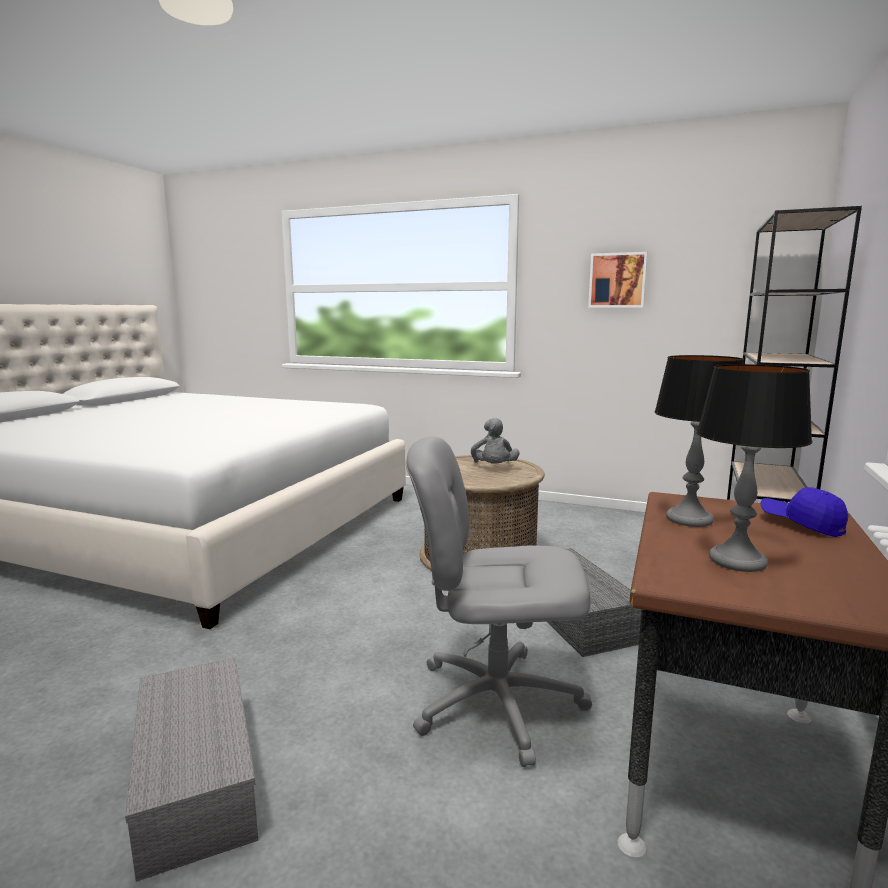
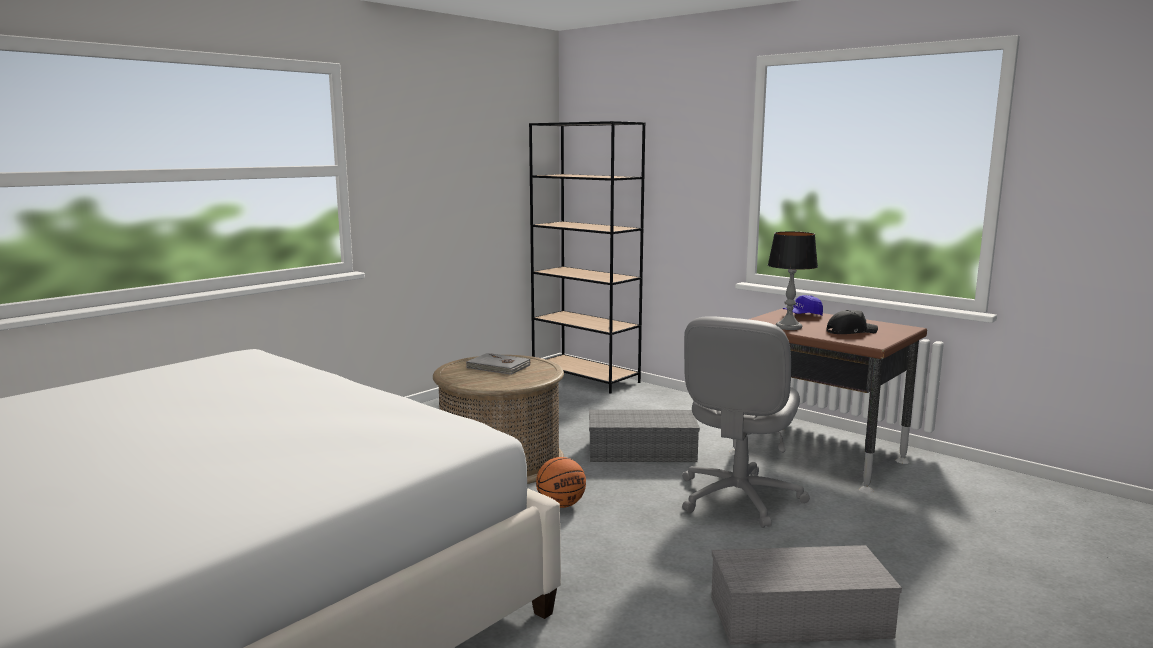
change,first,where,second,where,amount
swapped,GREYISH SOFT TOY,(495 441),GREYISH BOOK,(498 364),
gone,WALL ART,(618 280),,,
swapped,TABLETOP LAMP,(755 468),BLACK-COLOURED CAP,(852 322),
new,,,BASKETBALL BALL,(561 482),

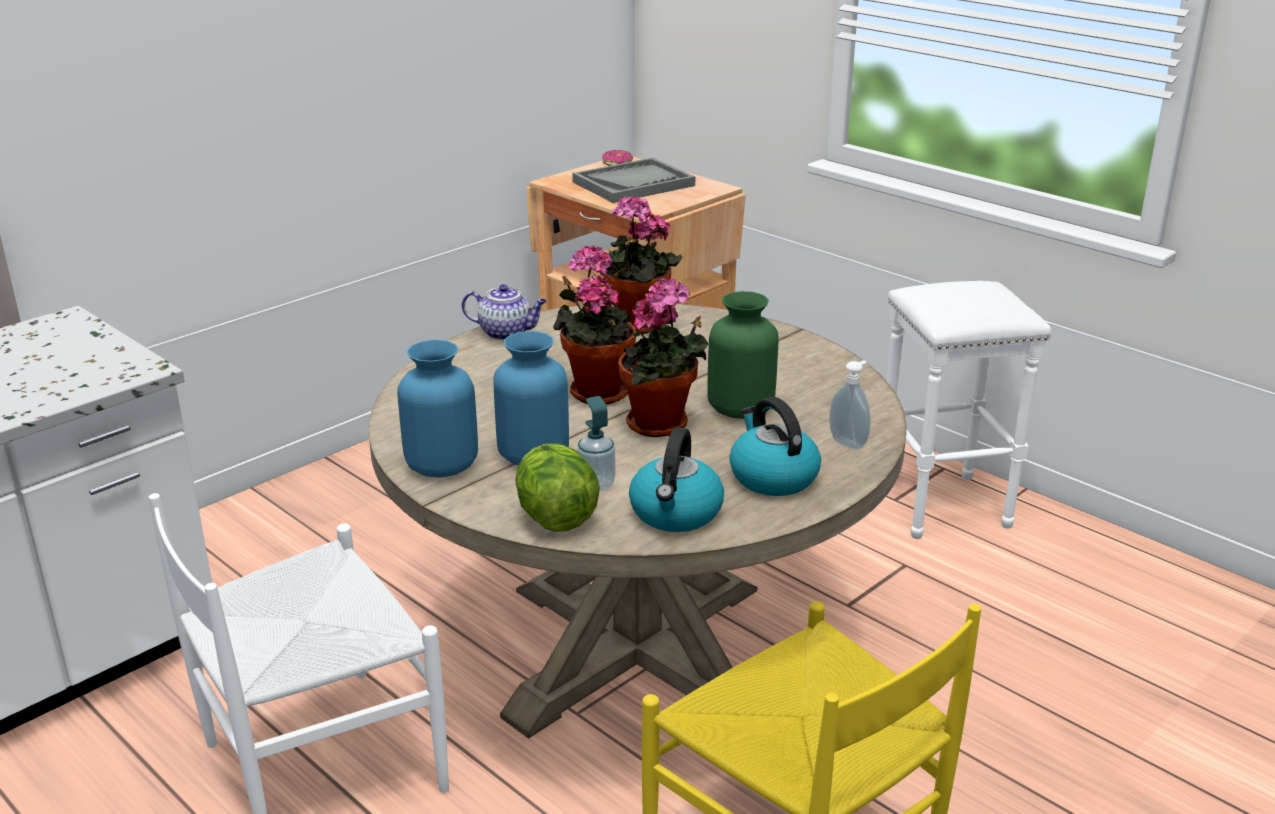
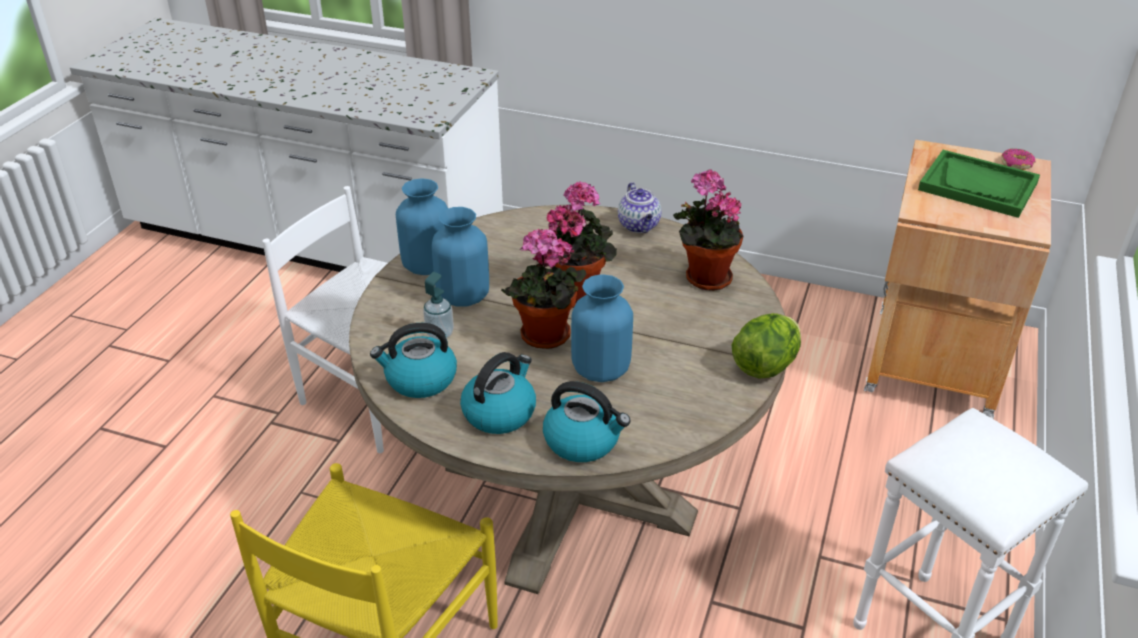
change,first,where,second,where,amount
shifted,LETTUCE HEAD,(558 488),,(766 346),
repainted,GREYISH TRAY,(633 180),GREEN TRAY,(979 184),
repainted,GREEN VASE,(743 355),BLUE-COLOURED VASE,(602 328),
swapped,SOAP DISPENSER,(849 404),WATER KETTLE,(587 421),

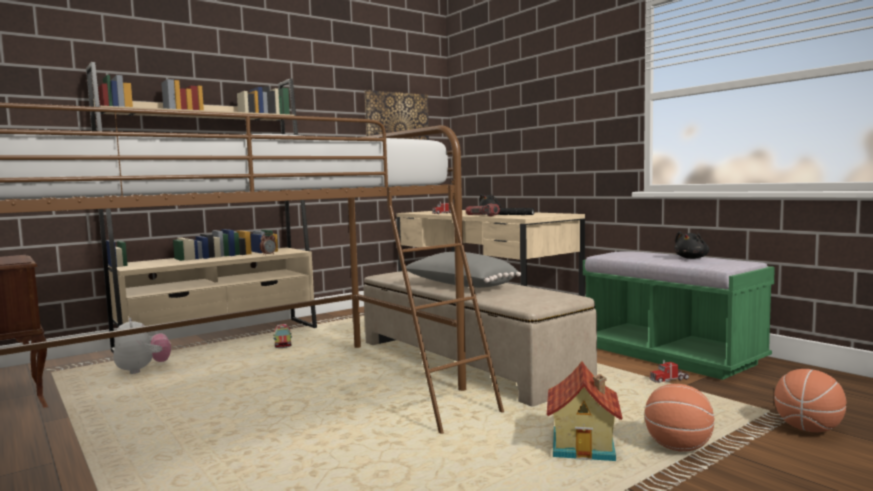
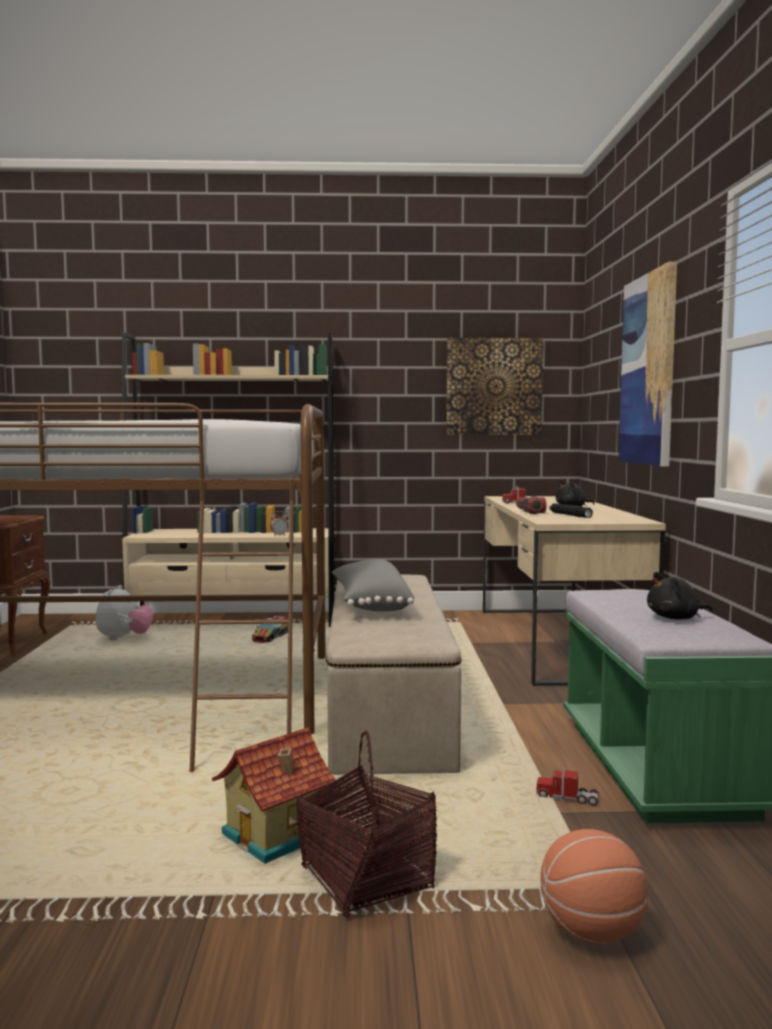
change,first,where,second,where,amount
swapped,BASKETBALL BALL,(679 418),HOUSEHOLD BASKET,(367 823),
new,,,WALL ART,(648 363),

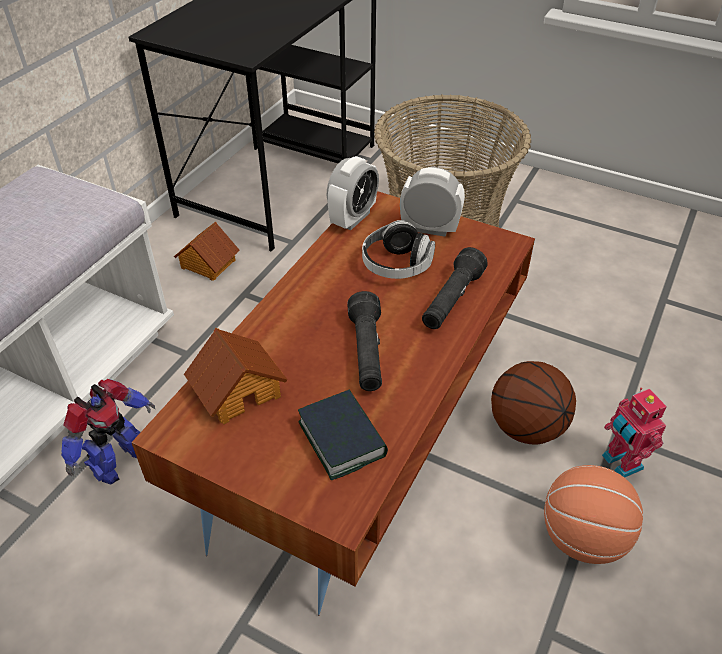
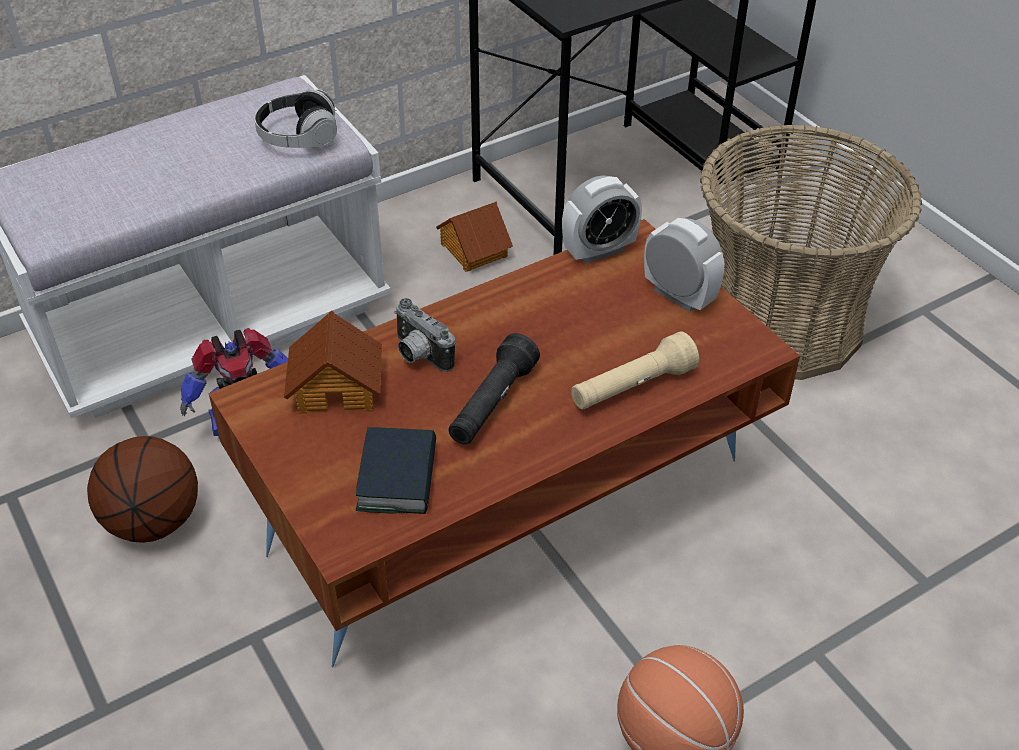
change,first,where,second,where,amount
shifted,HEADPHONES,(398 249),,(295 118),
repainted,BLACK-COLOURED HAND TORCH,(455 288),SAND-COLOURED HAND TORCH,(635 370),
shifted,BASKETBALL BALL,(533 403),,(142 489),
gone,TOY ROBOT,(634 433),,,
new,,,STILL CAMERA,(424 335),

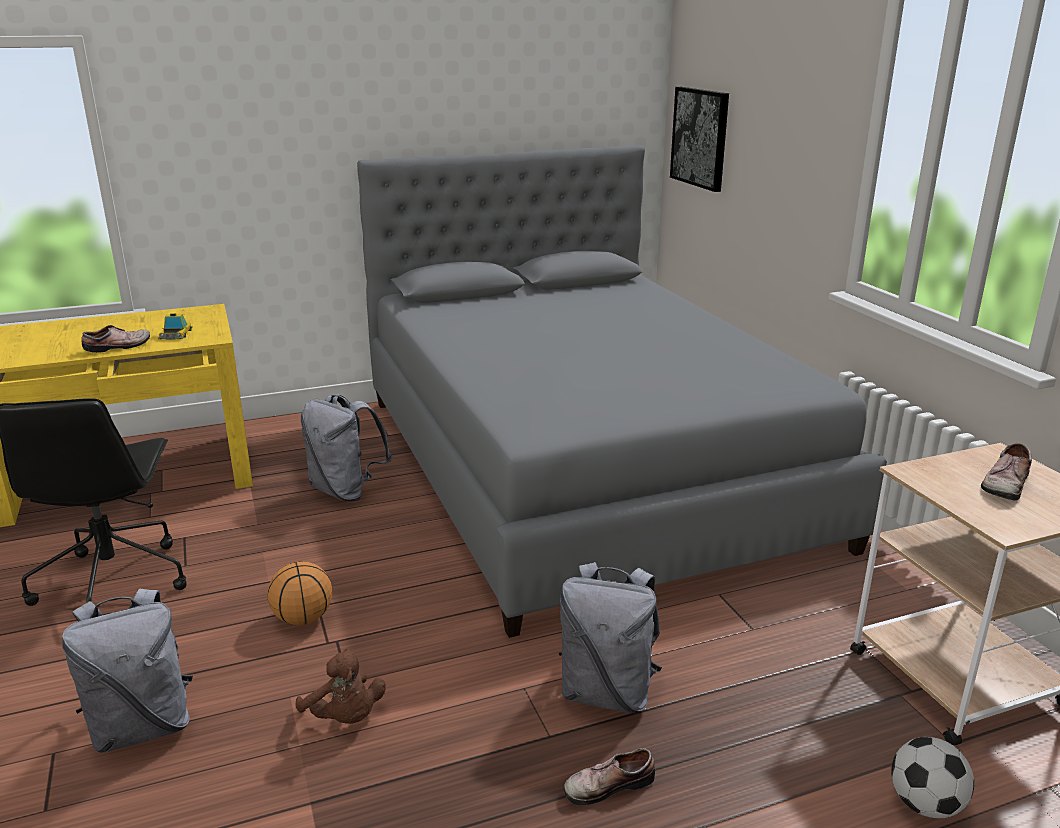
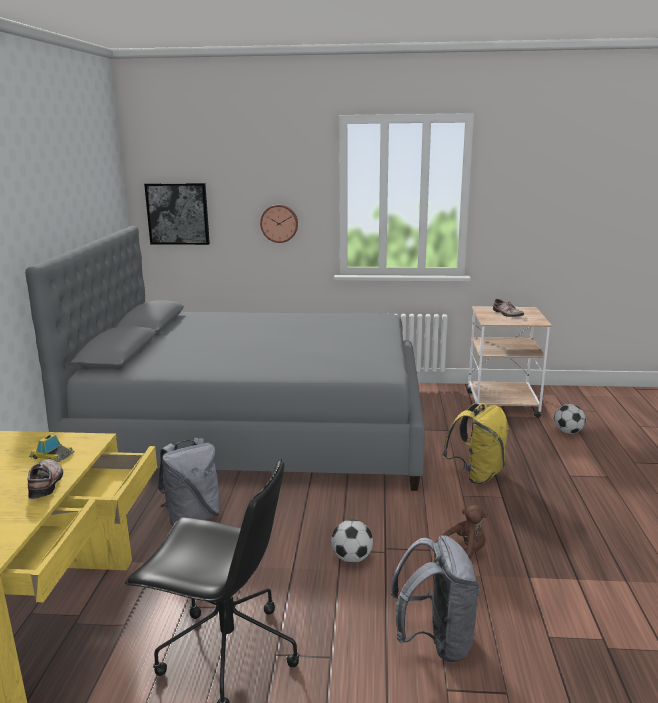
change,first,where,second,where,amount
swapped,BASKETBALL BALL,(300 593),BALL FOR FOOTBALL,(352 541),
repainted,GREYISH KNAPSACK,(610 637),YELLOW KNAPSACK,(475 443),
gone,SHOE,(609 777),,,
new,,,WALL CLOCK,(279 224),

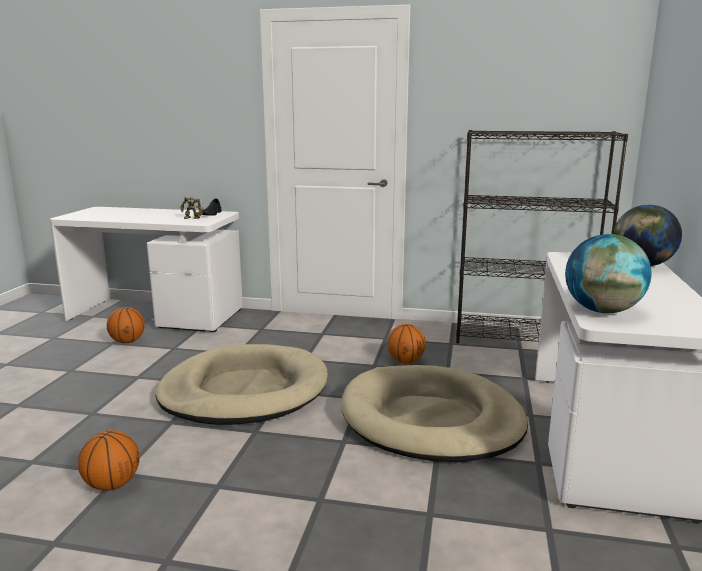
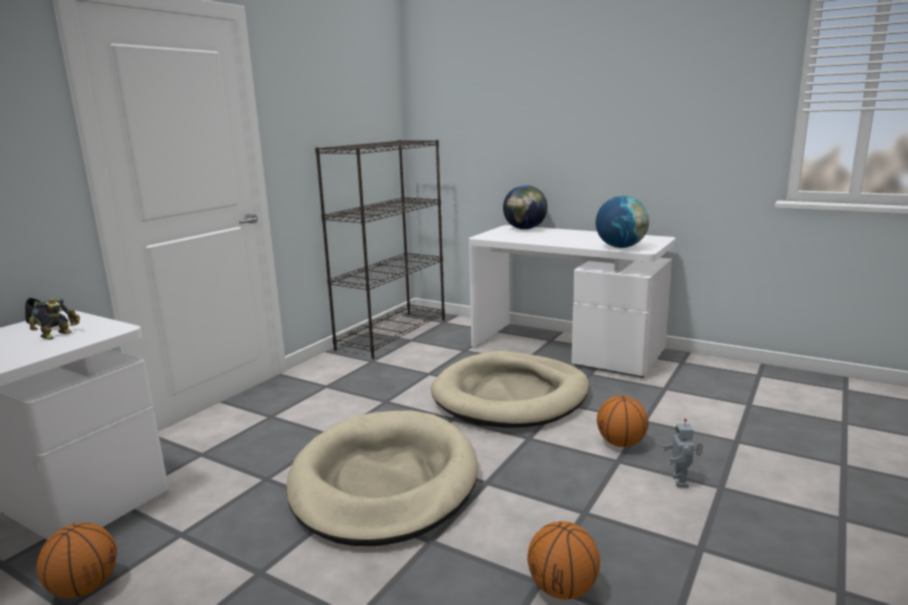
change,first,where,second,where,amount
shifted,BASKETBALL BALL,(406 344),,(622 421),
new,,,TOY ROBOT,(683 453),

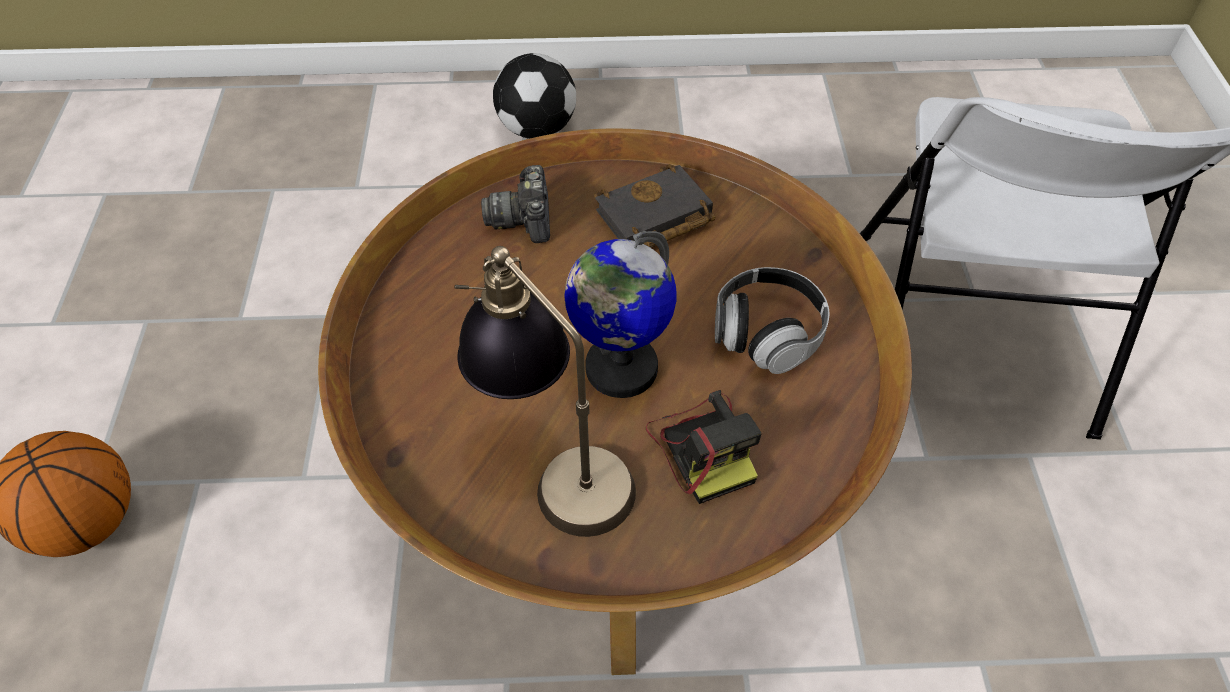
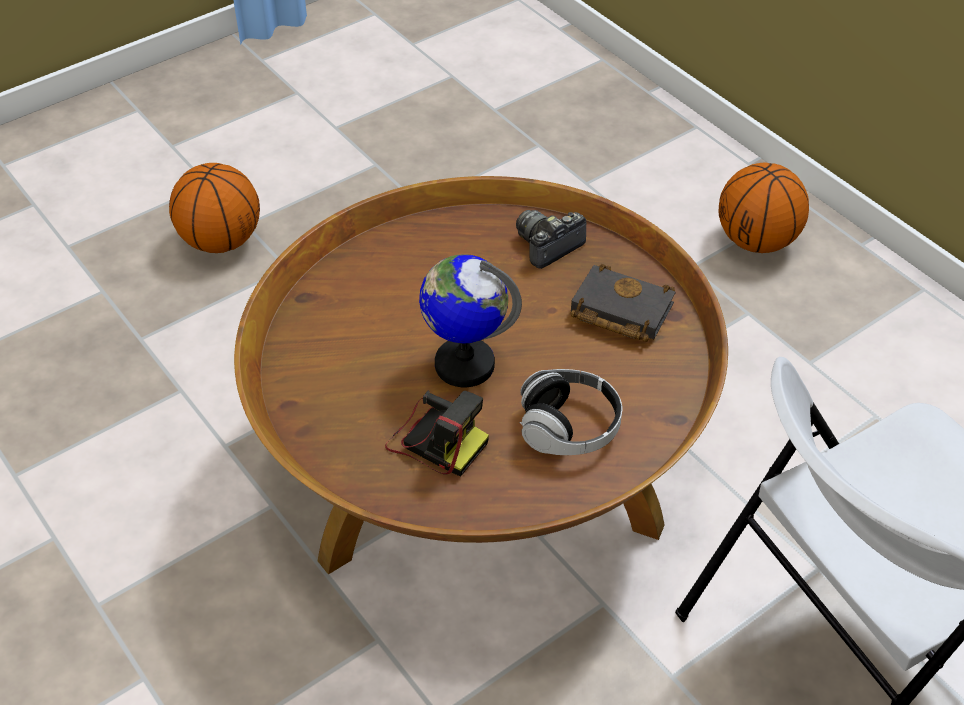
change,first,where,second,where,amount
gone,TABLETOP LAMP,(545 391),,,
swapped,BALL FOR FOOTBALL,(534 96),BASKETBALL BALL,(764 208),
rotated,STILL CAMERA,(704 447),,(437 433),90 degrees counterclockwise

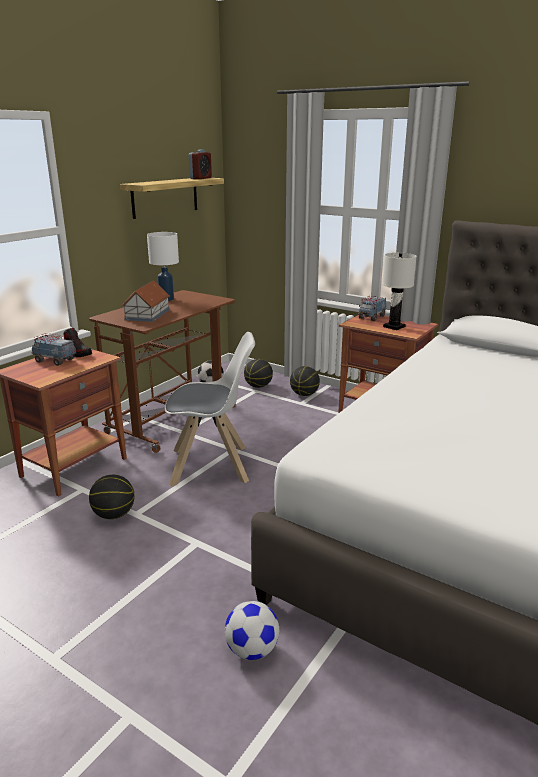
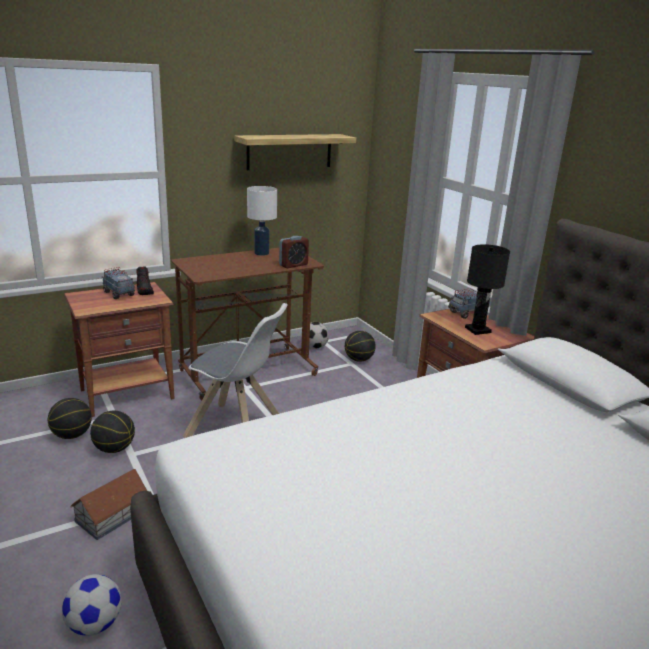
change,first,where,second,where,amount
shifted,MINIATURE HOUSE,(146 301),,(108 504),
shifted,TABLE CLOCK,(200 164),,(294 252),
shifted,BASKETBALL BALL,(305 381),,(70 418),
repainted,WHITE-COLOURED TABLETOP LAMP,(399 291),BLACK-COLOURED TABLETOP LAMP,(487 289),

